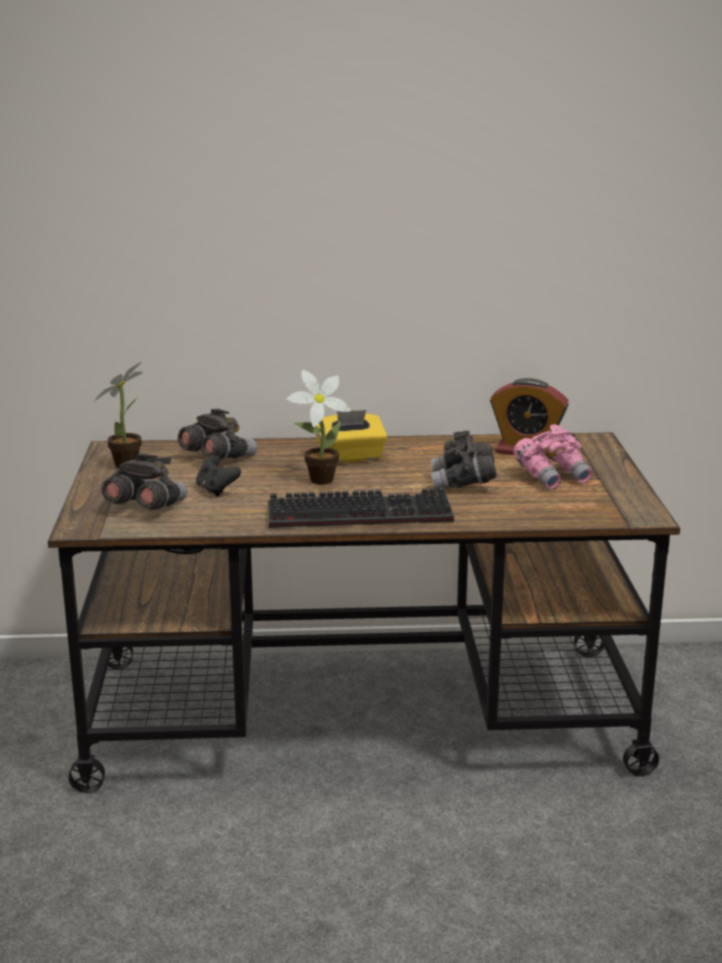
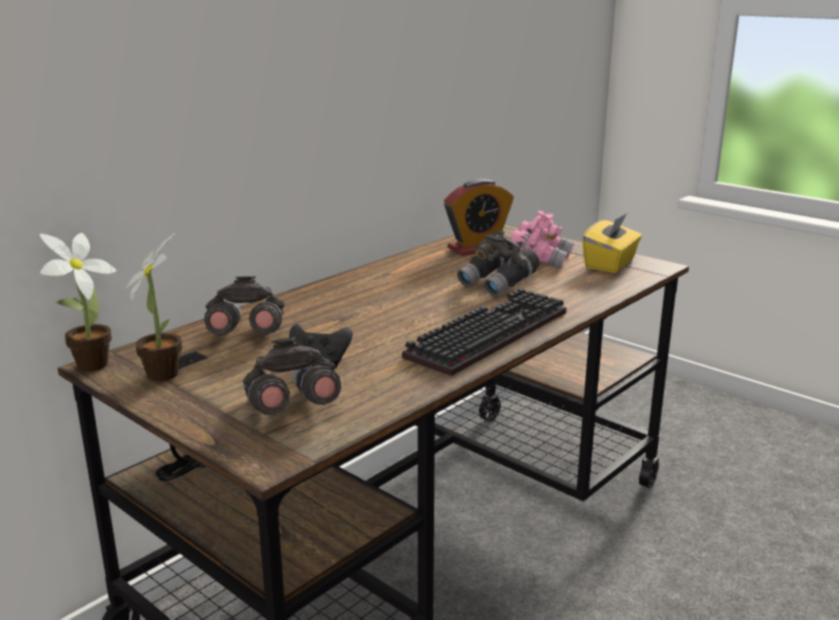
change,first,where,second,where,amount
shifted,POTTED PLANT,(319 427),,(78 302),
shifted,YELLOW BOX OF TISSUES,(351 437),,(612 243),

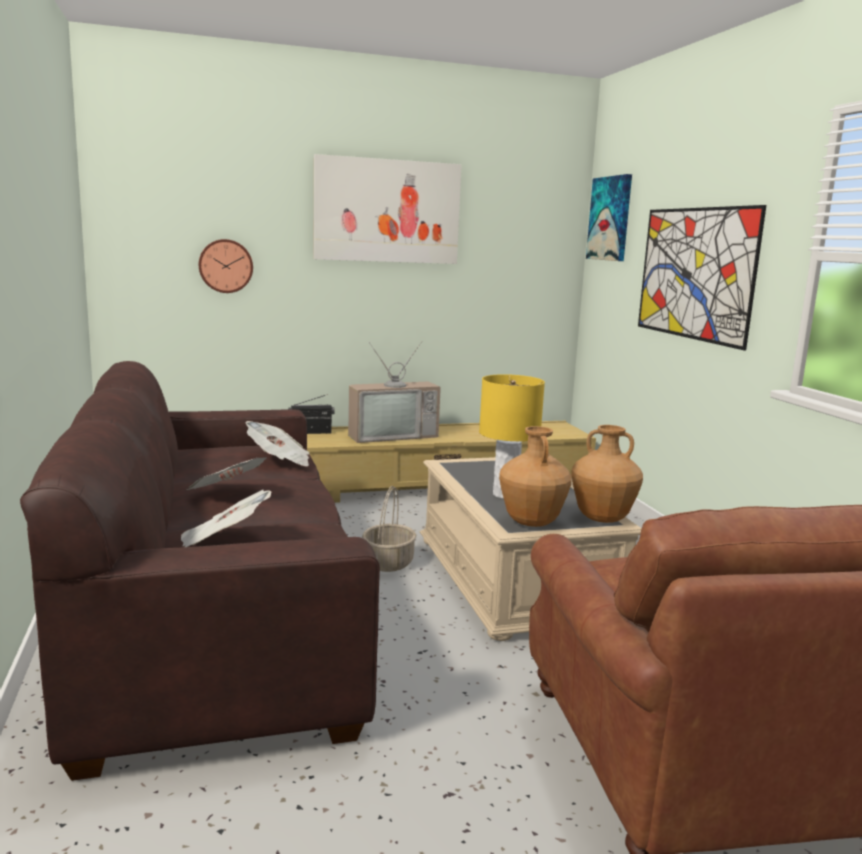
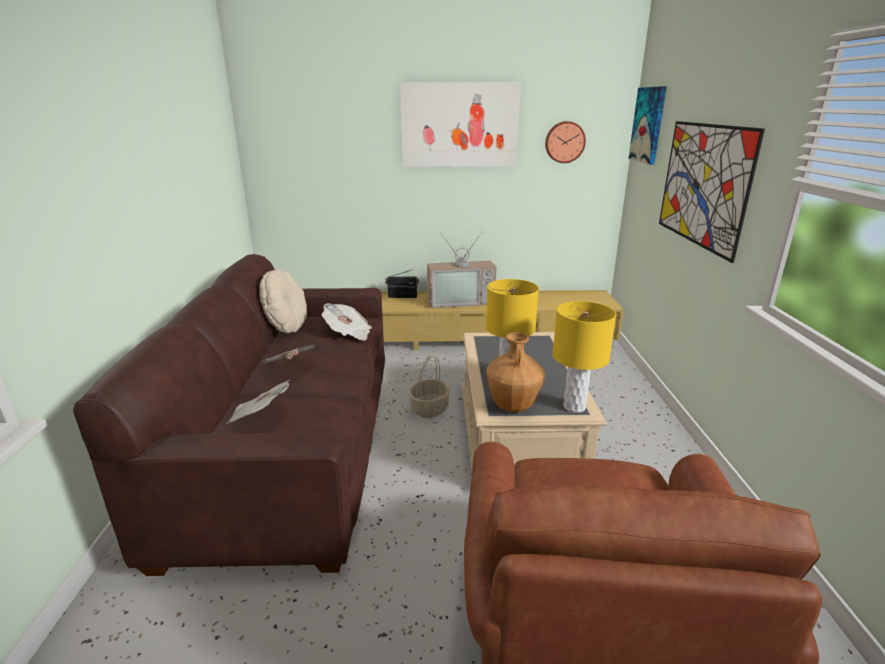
change,first,where,second,where,amount
shifted,WALL CLOCK,(226 266),,(565 142),
swapped,BROWN VASE,(607 474),YELLOW TABLETOP LAMP,(584 357),
new,,,SAND-COLOURED PILLOW,(283 302),

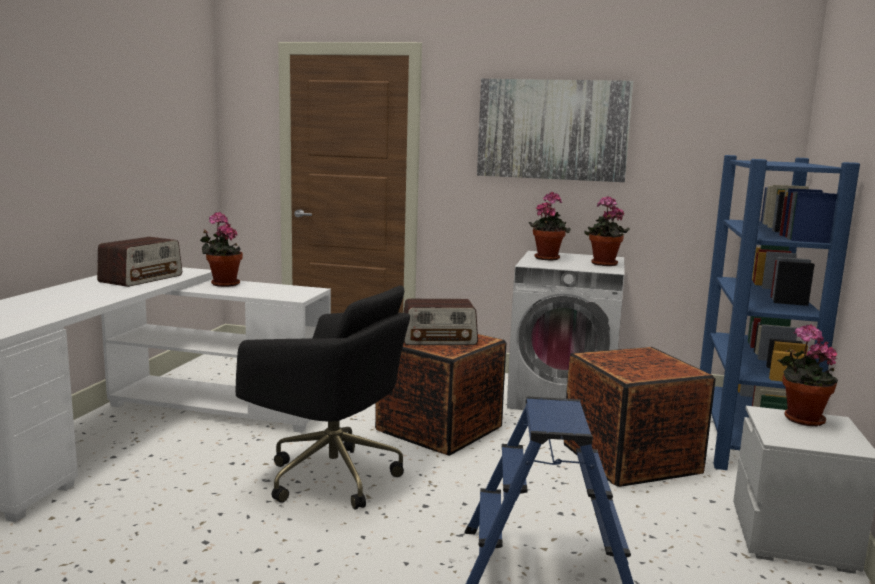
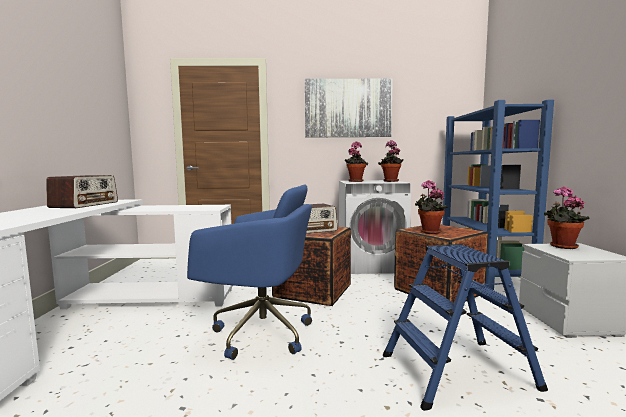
change,first,where,second,where,amount
shifted,POTTED PLANT,(221 249),,(431 207),
repainted,BLACK-COLOURED DESK CHAIR,(323 397),BLUE-COLOURED DESK CHAIR,(249 272),

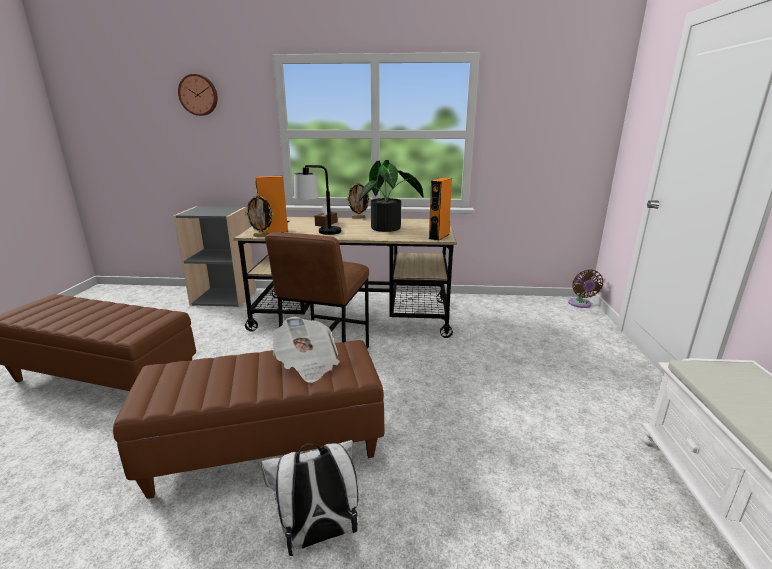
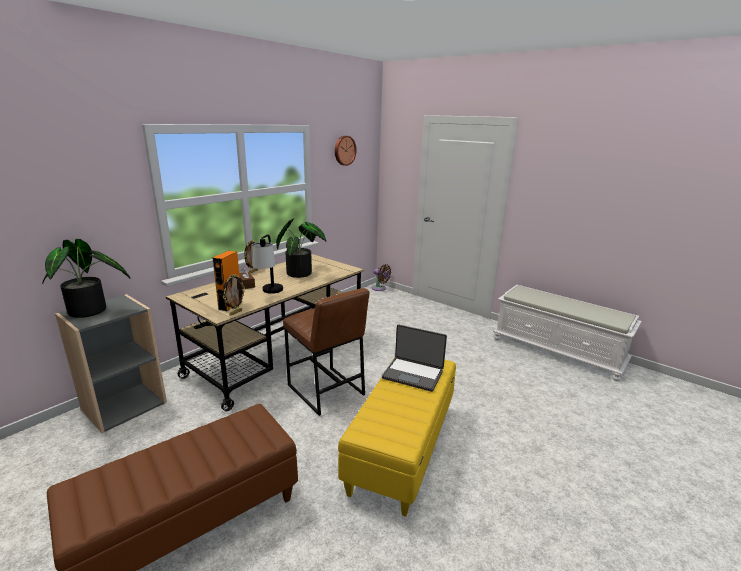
change,first,where,second,where,amount
repainted,BROWN OTTOMAN,(248 419),YELLOW OTTOMAN,(397 437),
shifted,WALL CLOCK,(198 95),,(345 151),
gone,WHITE-COLOURED KNAPSACK,(309 498),,,
swapped,NEWSPAPER,(306 350),NOTEBOOK COMPUTER,(414 358),
gone,ORANGE-COLOURED SPEAKER,(440 209),,,
new,,,POTTED PLANT,(86 278),

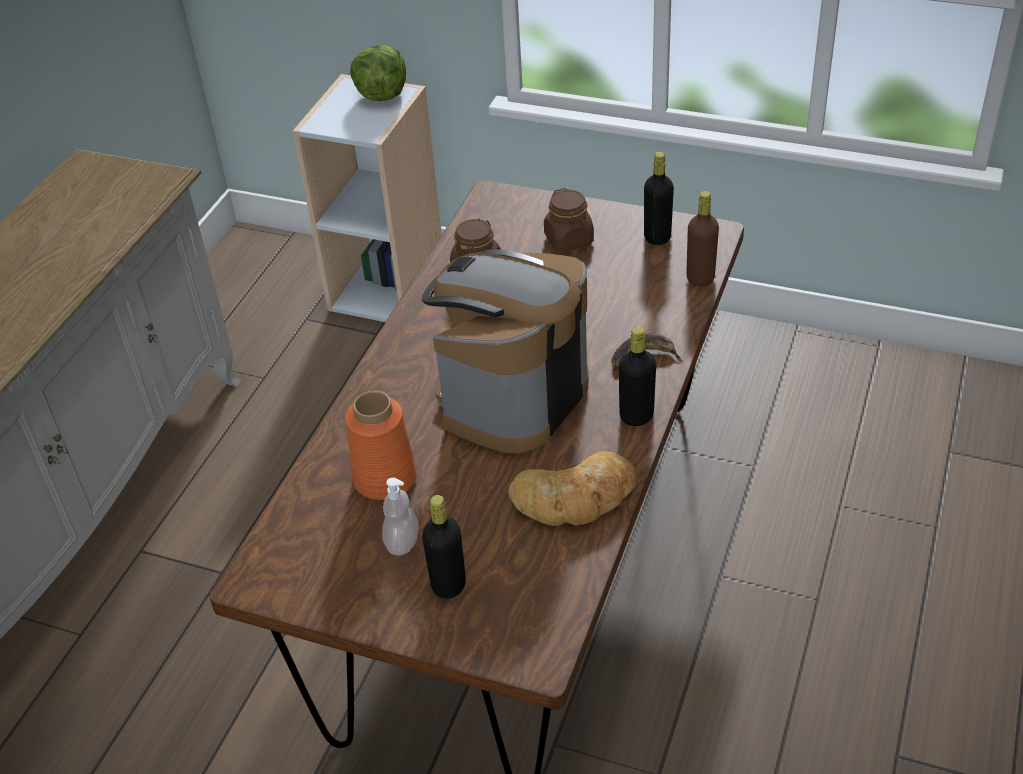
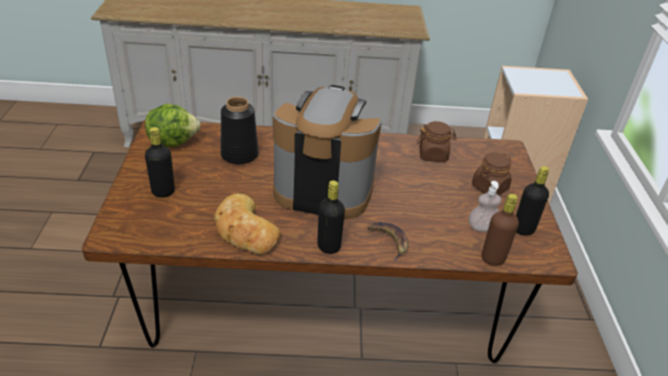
change,first,where,second,where,amount
repainted,ORANGE-COLOURED VASE,(381 445),BLACK-COLOURED VASE,(239 130),
shifted,LETTUCE HEAD,(378 73),,(172 125),
shifted,SOAP DISPENSER,(400 517),,(485 206),

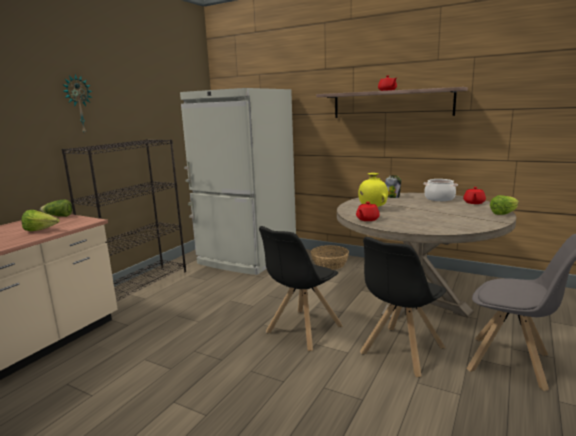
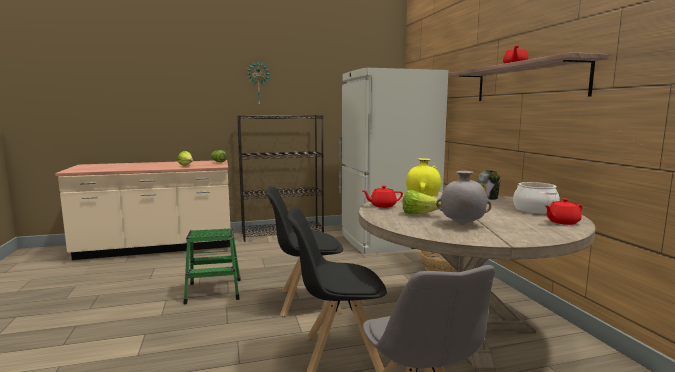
change,first,where,second,where,amount
shifted,LETTUCE HEAD,(504 205),,(422 202),
new,,,GREEN STEP STOOL,(212 266),
new,,,GREYISH VASE,(463 198),

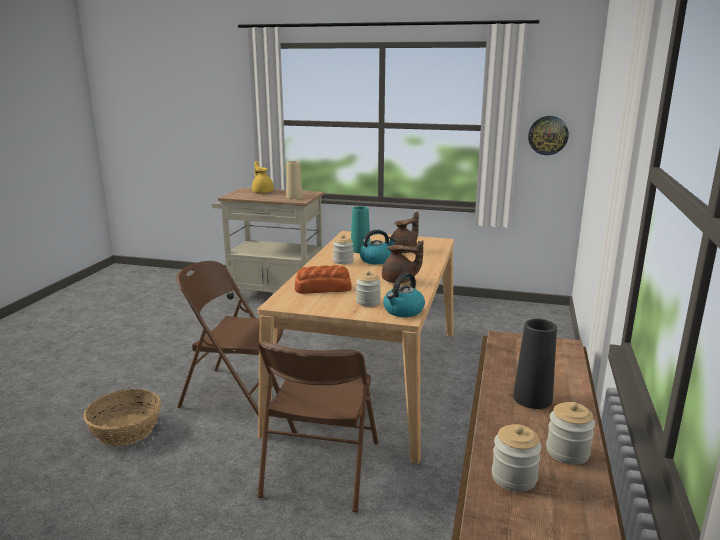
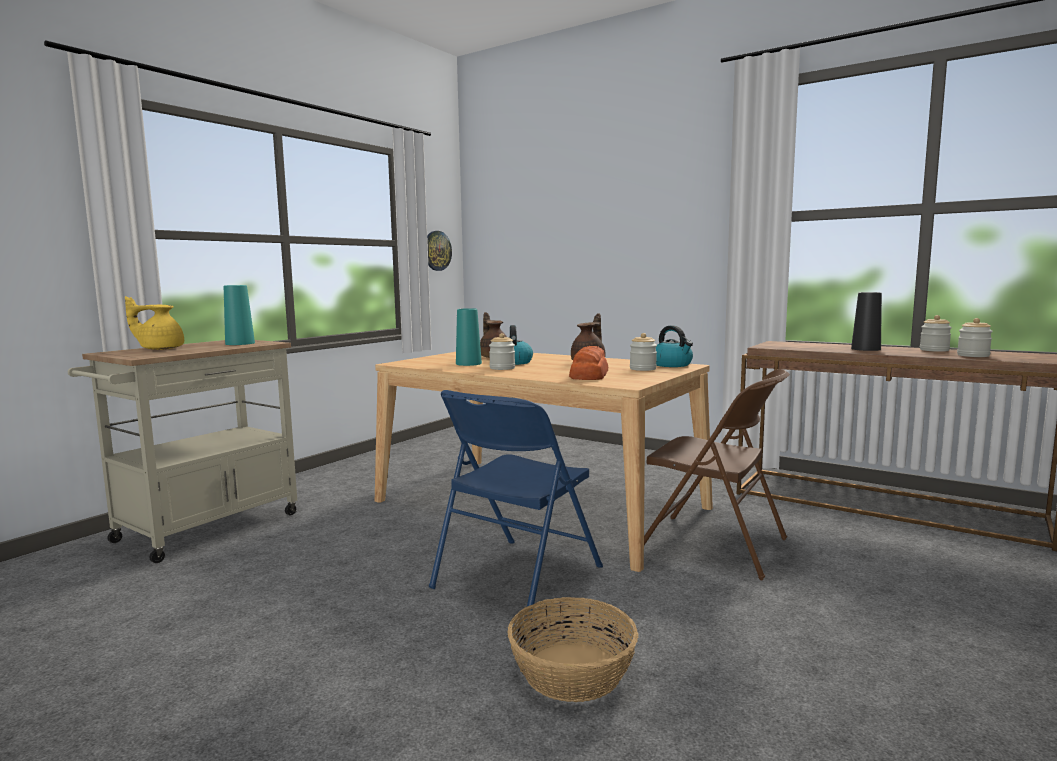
change,first,where,second,where,amount
repainted,BROWN PLAIN CHAIR,(229 338),BLUE-COLOURED PLAIN CHAIR,(516 505),
repainted,SAND-COLOURED VASE,(294 180),BLUE-GREEN VASE,(239 315),

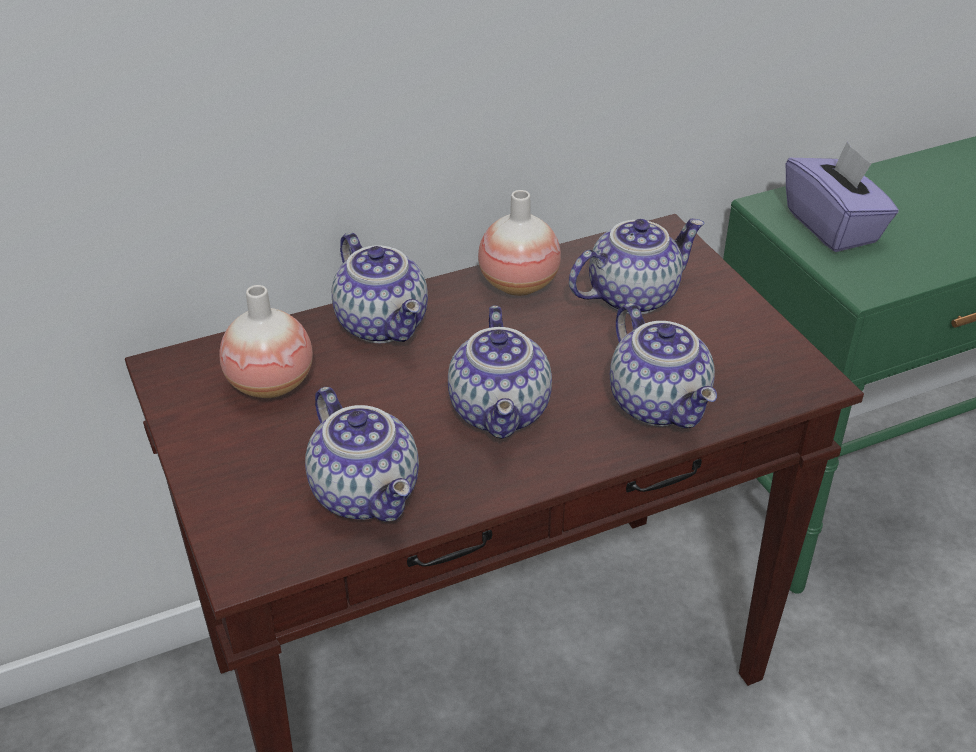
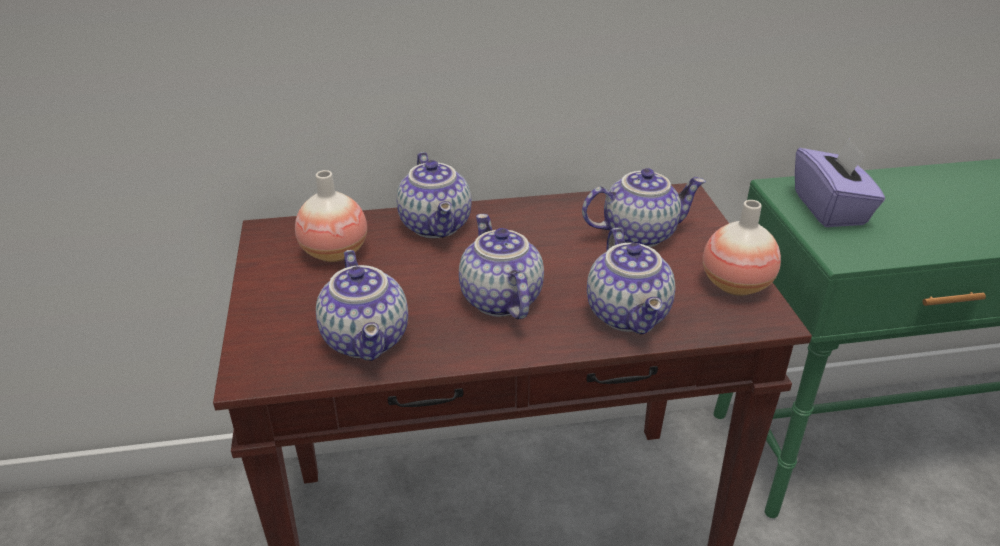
change,first,where,second,where,amount
rotated,POT FOR TEA,(500 372),,(501 266),150 degrees clockwise
shifted,VASE,(519 243),,(742 248),

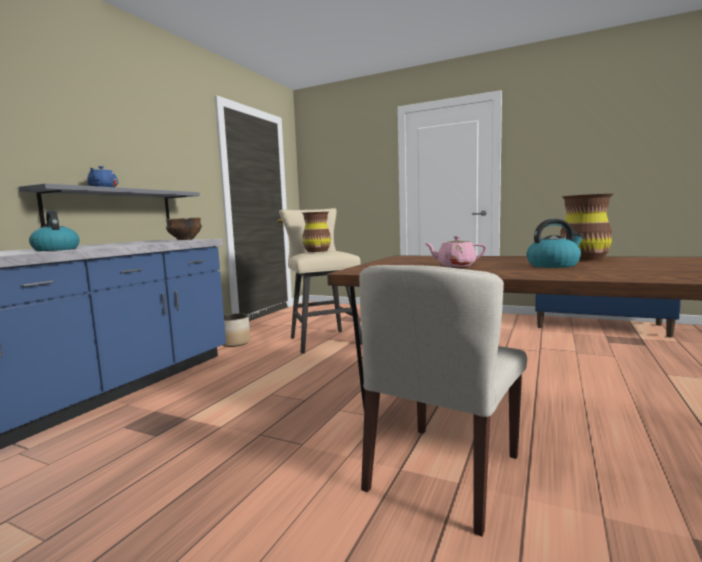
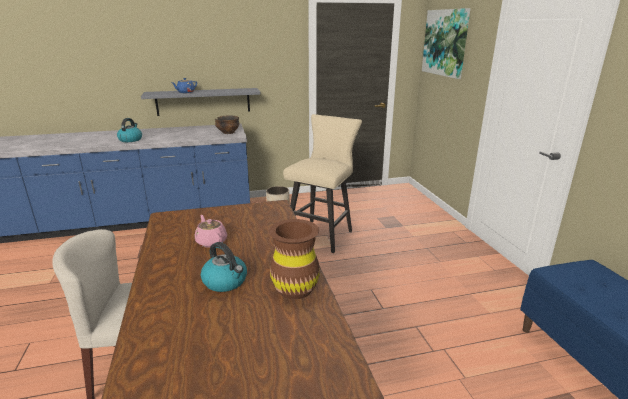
change,first,where,second,where,amount
gone,BROWN VASE,(316 232),,,
new,,,WALL ART,(446 43),

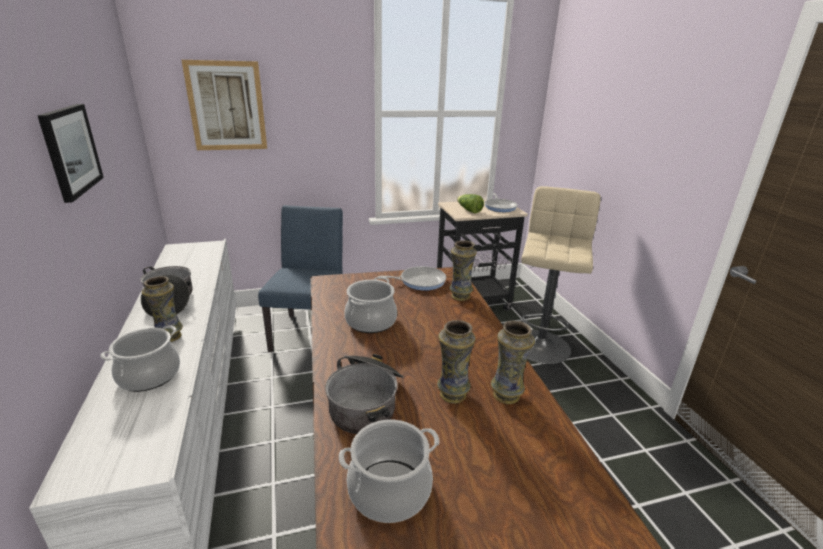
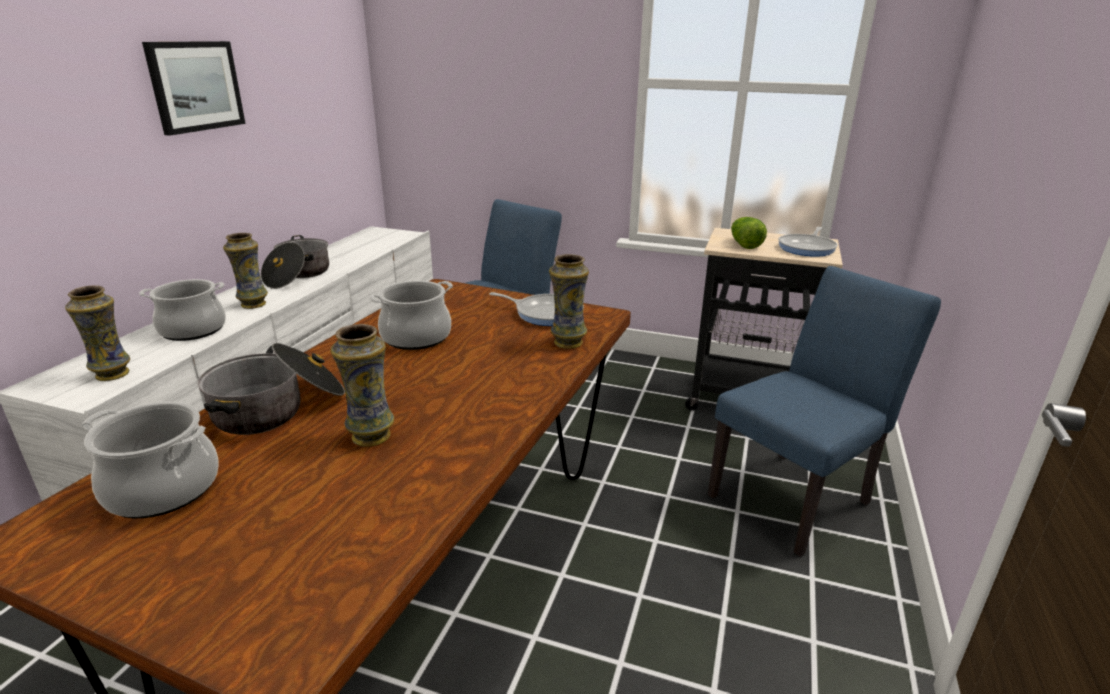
change,first,where,second,where,amount
gone,WALL ART,(224 105),,,
shifted,VASE,(513 362),,(97 333),
swapped,SAND-COLOURED STOOL SEAT,(561 275),BLUE-COLOURED PLAIN CHAIR,(824 411),

